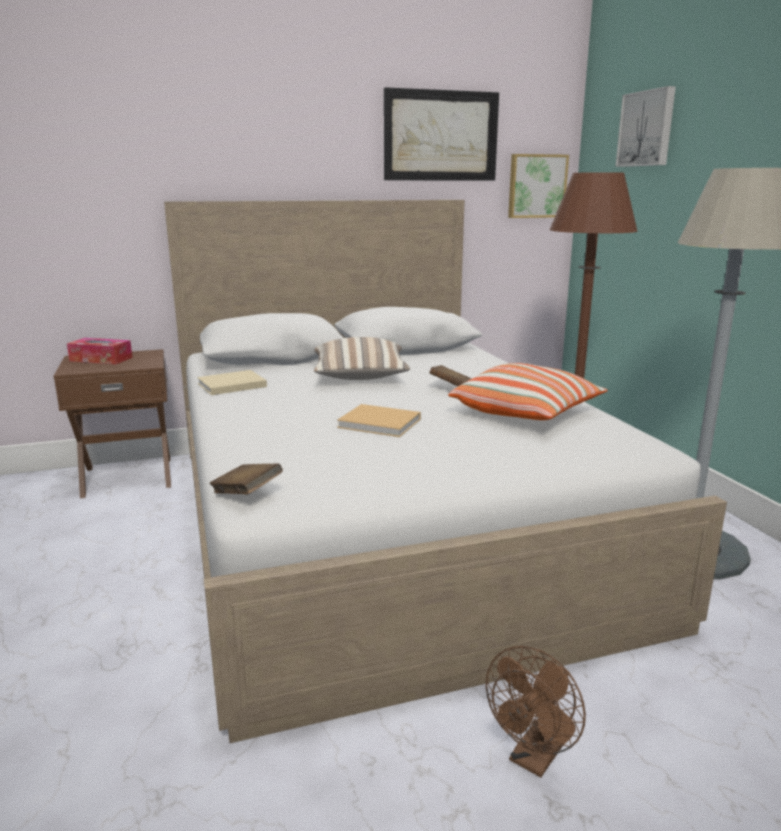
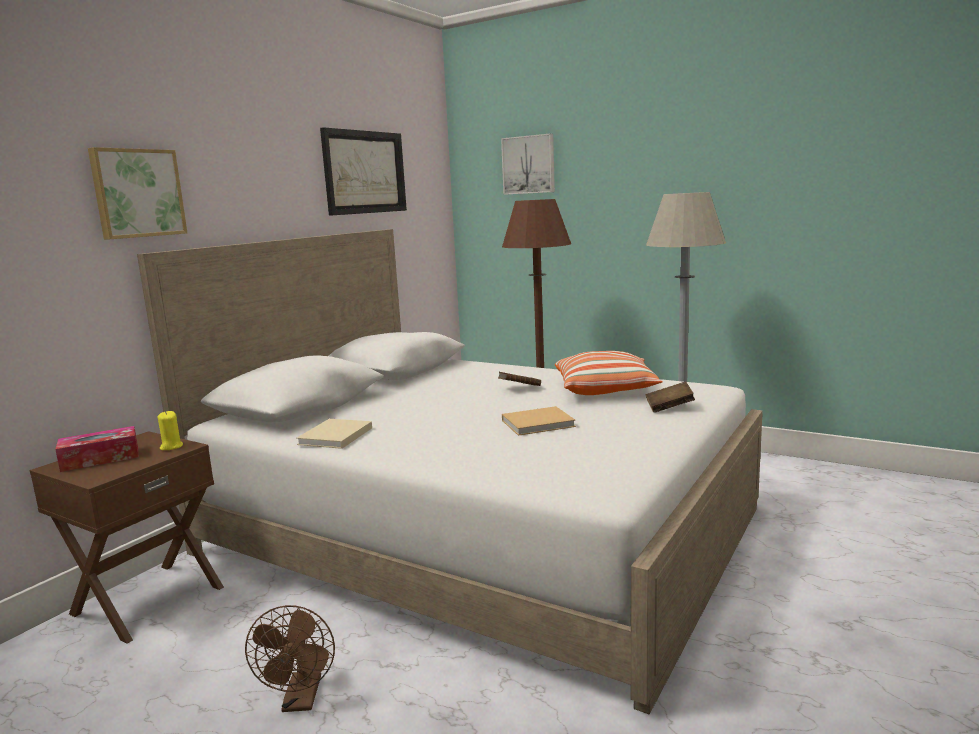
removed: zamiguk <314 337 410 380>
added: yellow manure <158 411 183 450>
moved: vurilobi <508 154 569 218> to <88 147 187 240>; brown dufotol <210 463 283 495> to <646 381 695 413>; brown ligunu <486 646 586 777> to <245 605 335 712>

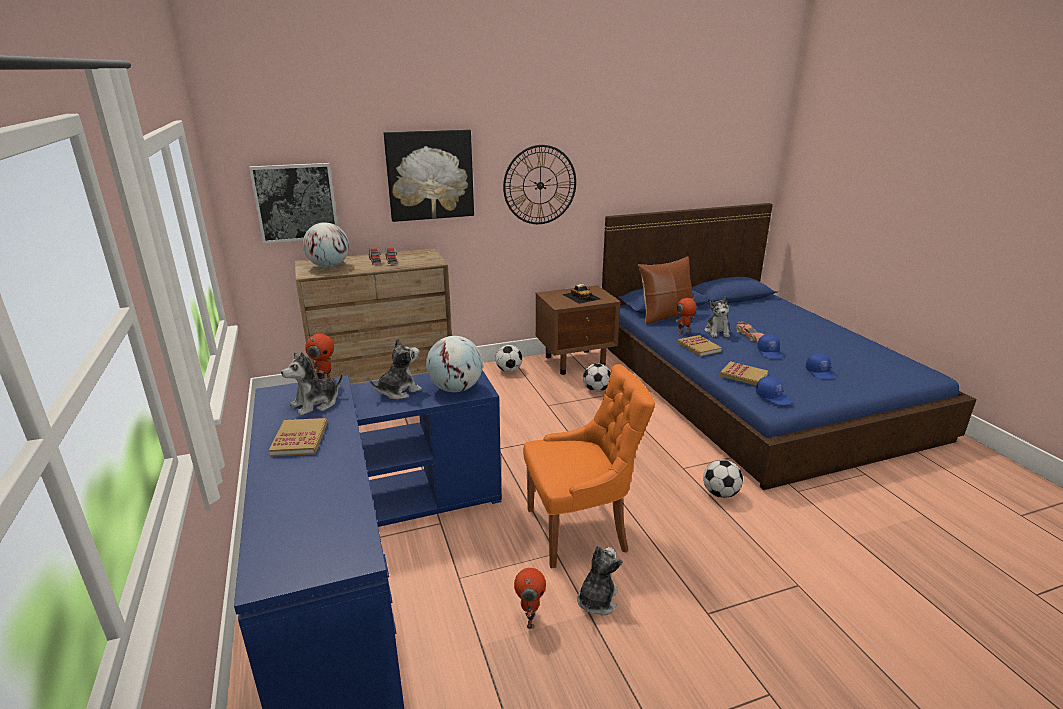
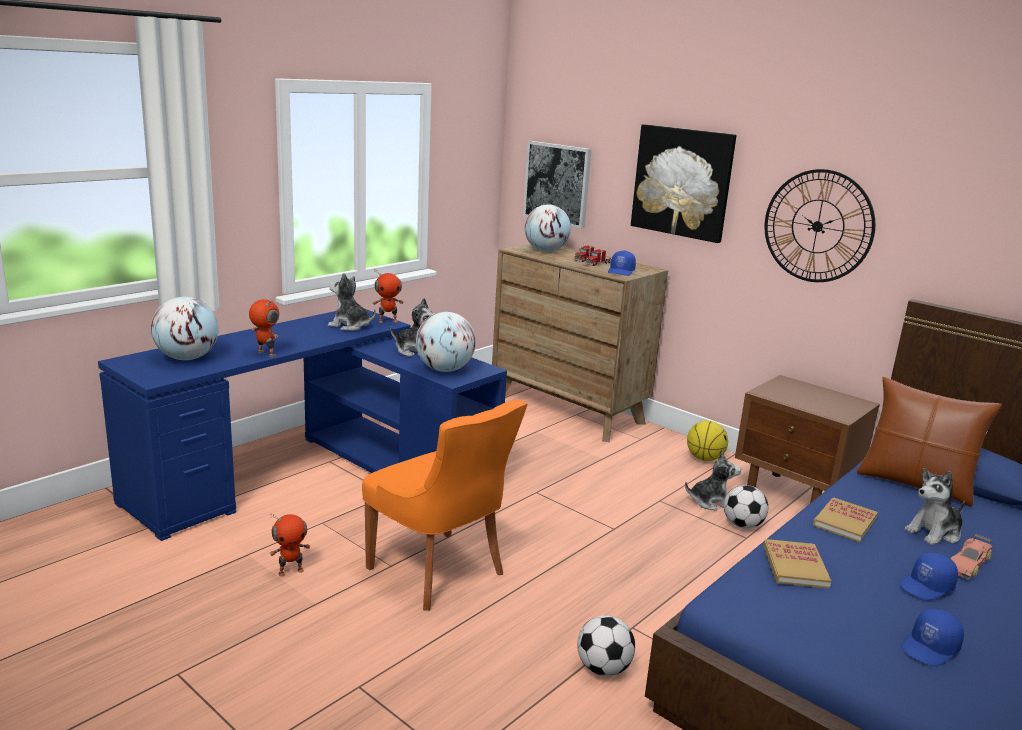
removed: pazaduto <562 284 600 304>; dufotol <269 418 327 457>
added: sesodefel <151 297 219 360>
moved: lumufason <676 295 696 334> to <249 299 279 357>; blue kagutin <756 376 792 405> to <608 250 636 276>; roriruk <577 546 622 616> to <685 451 741 511>
replaced: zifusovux <495 345 522 372> to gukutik <687 421 728 461>

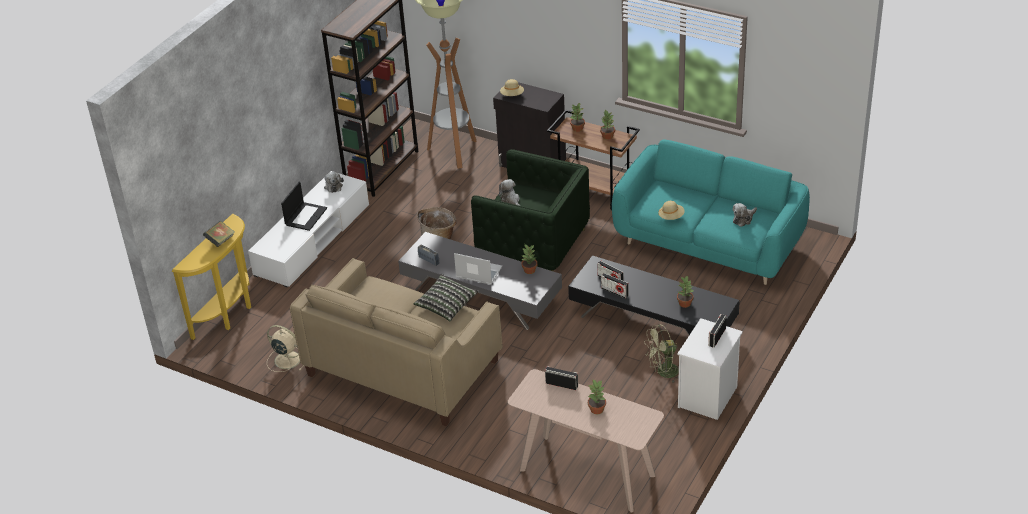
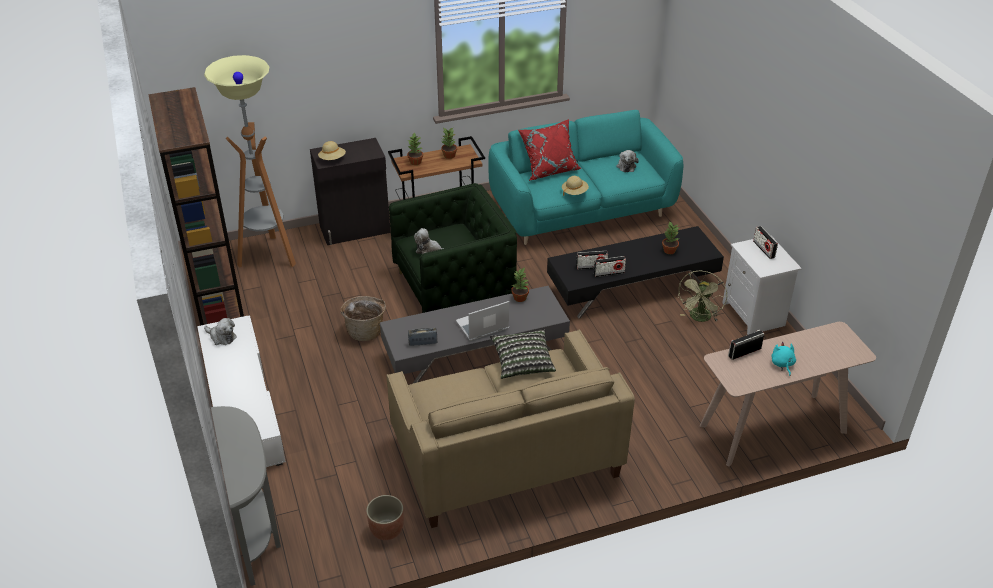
removed: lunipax <281 182 327 231>; dufotol <203 221 235 247>; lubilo <588 380 606 414>
added: red zamiguk <518 119 581 181>; turquoise roriruk <772 342 796 376>
replaced: beige ligunu <267 325 304 372> to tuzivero <366 495 404 540>
recoloured: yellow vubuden <172 213 251 340> to grey vubuden <211 406 281 586>

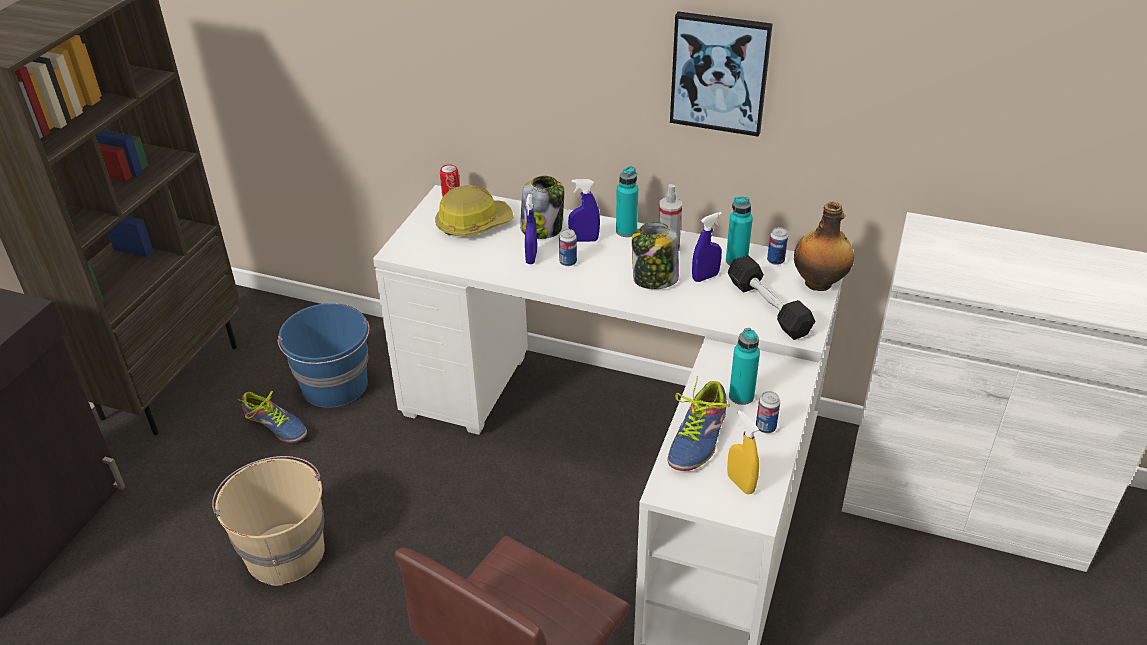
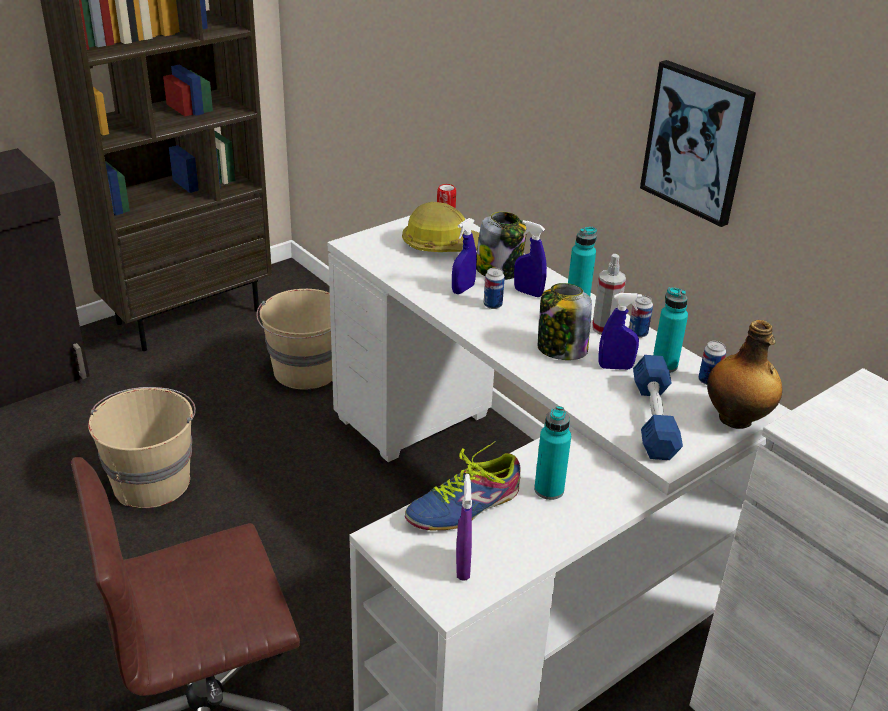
removed: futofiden <237 390 307 443>
moved: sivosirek <756 391 780 433> to <629 295 653 338>
recoloured: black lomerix <728 255 815 340> to blue lomerix <633 355 683 460>; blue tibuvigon <277 303 369 408> to beige tibuvigon <256 289 333 389>; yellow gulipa <727 410 759 494> to purple gulipa <456 474 472 581>

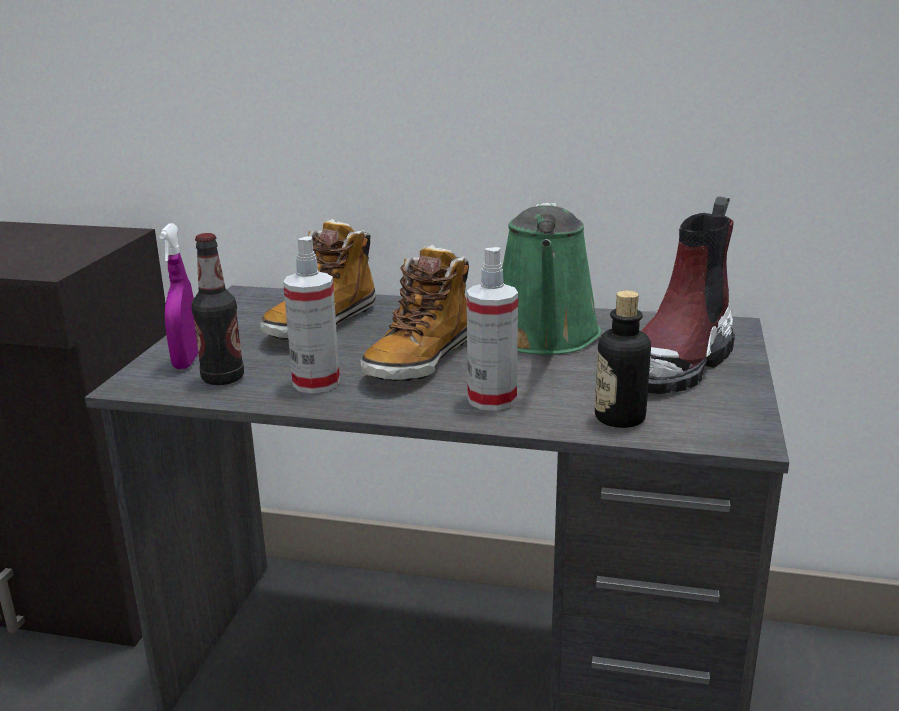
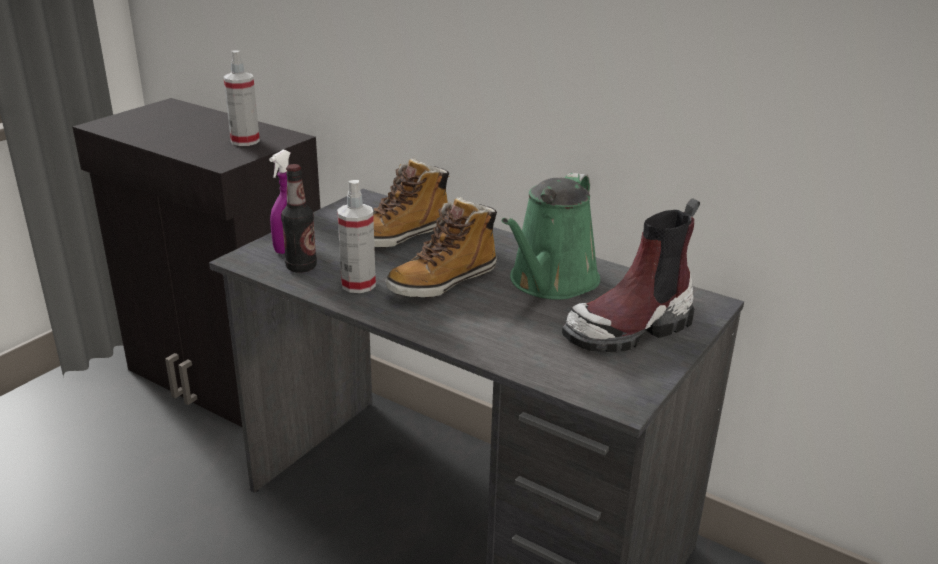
removed: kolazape <595 290 651 428>
moved: gulipa <467 247 518 411> to <223 51 260 146>

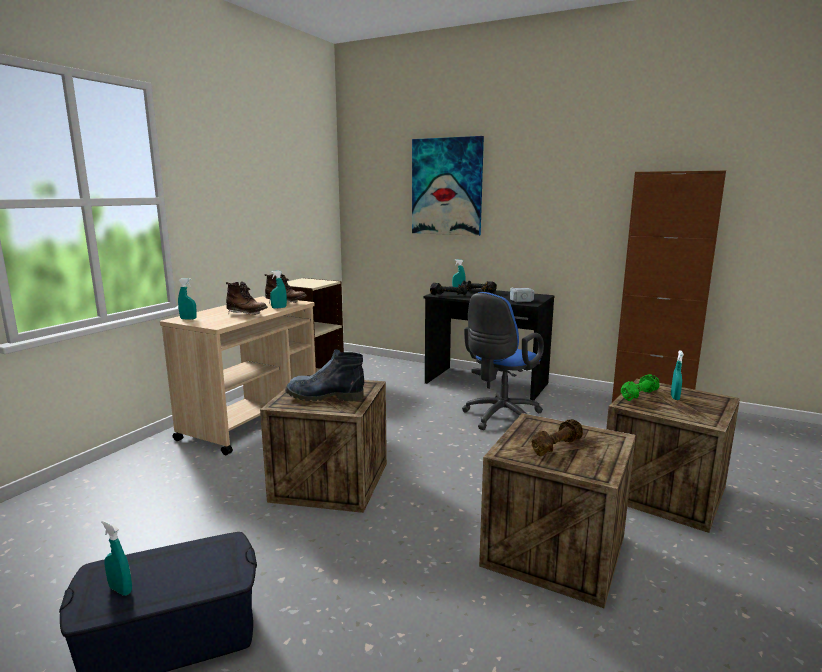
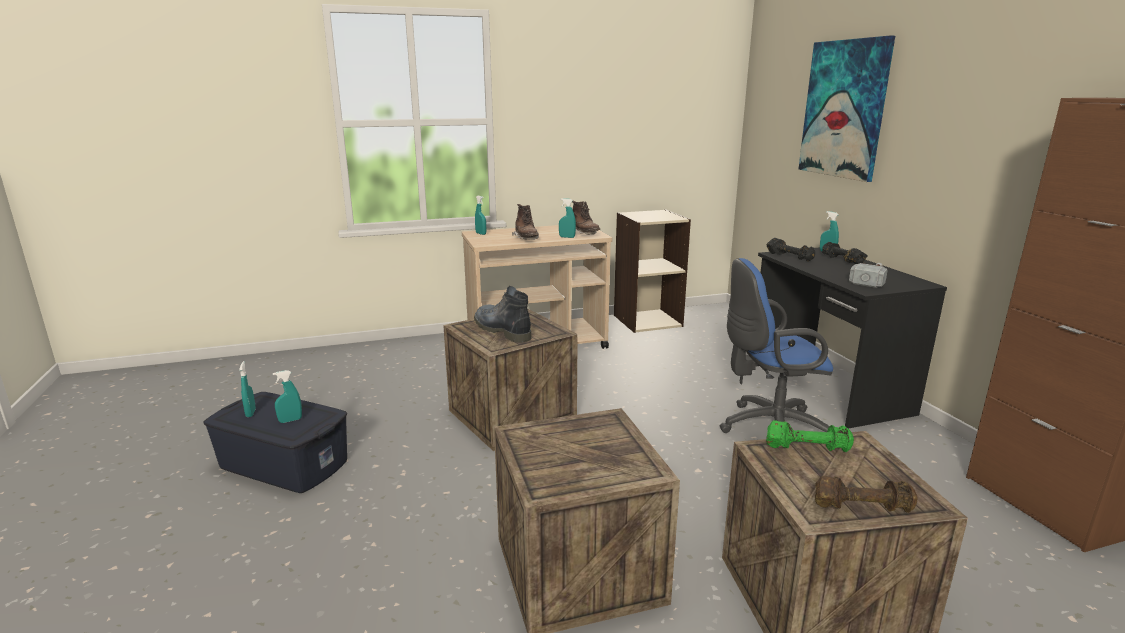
moved: turquoise gulipa <671 350 684 400> to <273 370 302 423>; brown lomerix <531 419 583 456> to <815 476 918 513>

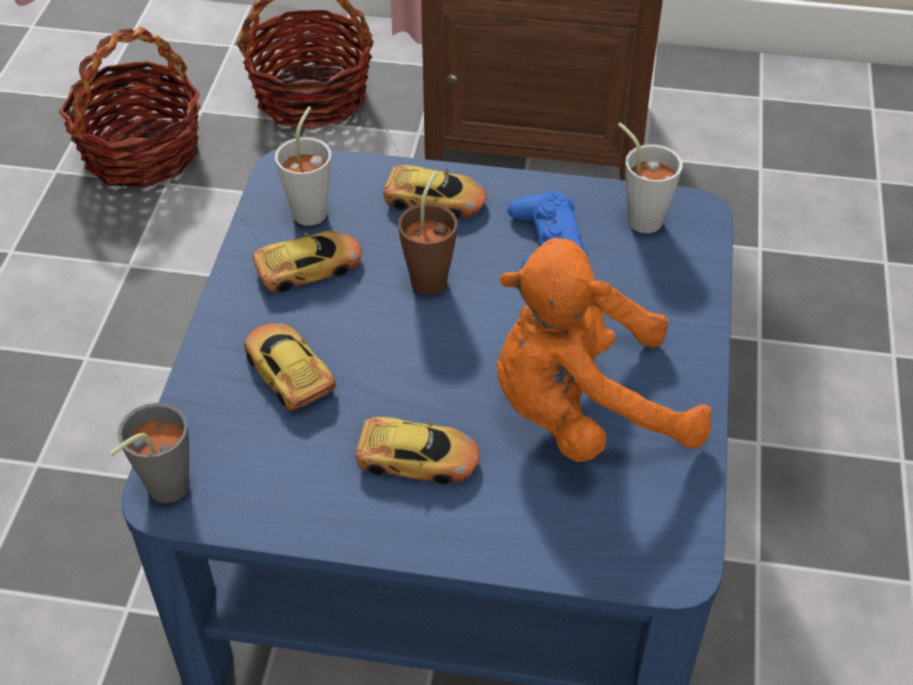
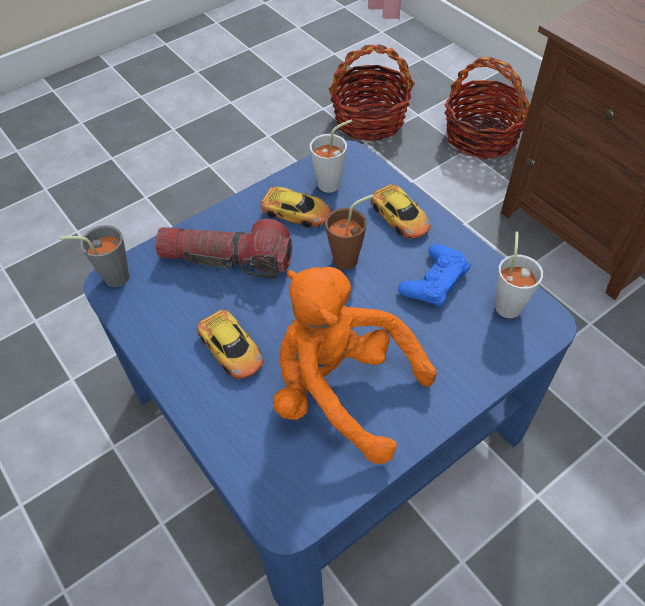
replaced: pazaduto <244 323 336 410> to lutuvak <155 219 292 279>

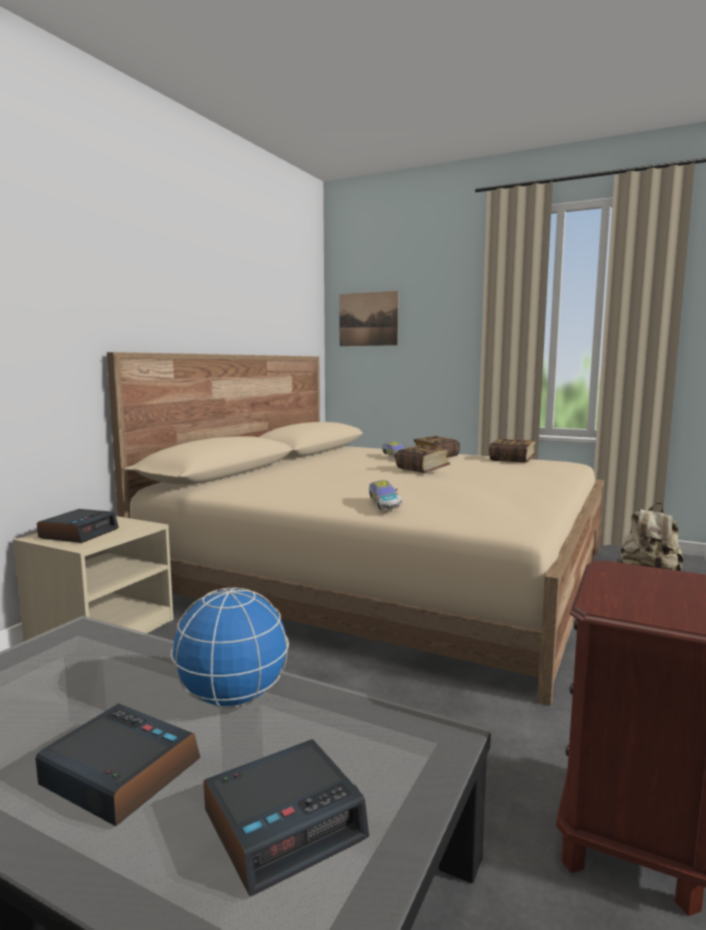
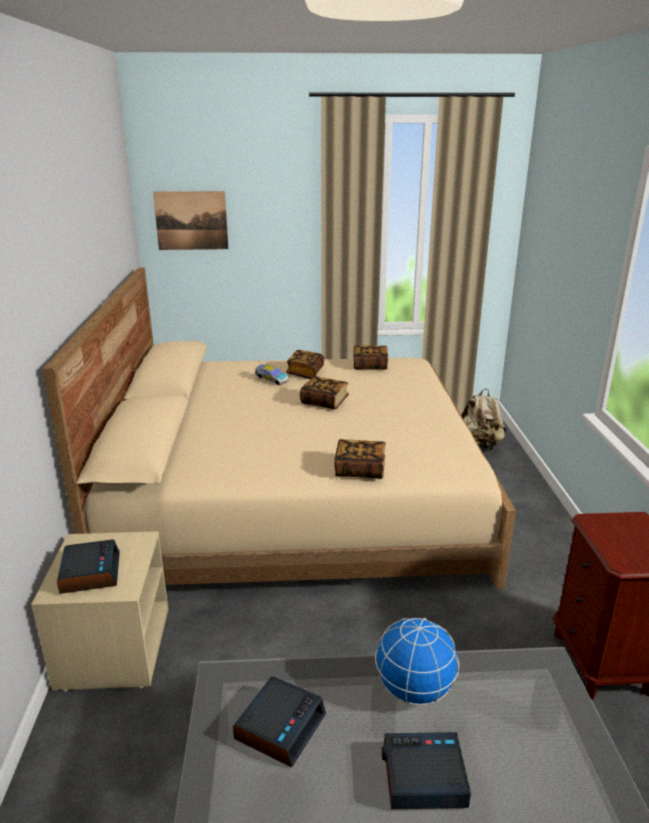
moved: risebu <203 739 369 896> to <233 676 326 768>
replaced: pazaduto <369 480 402 510> to dufotol <334 439 386 479>

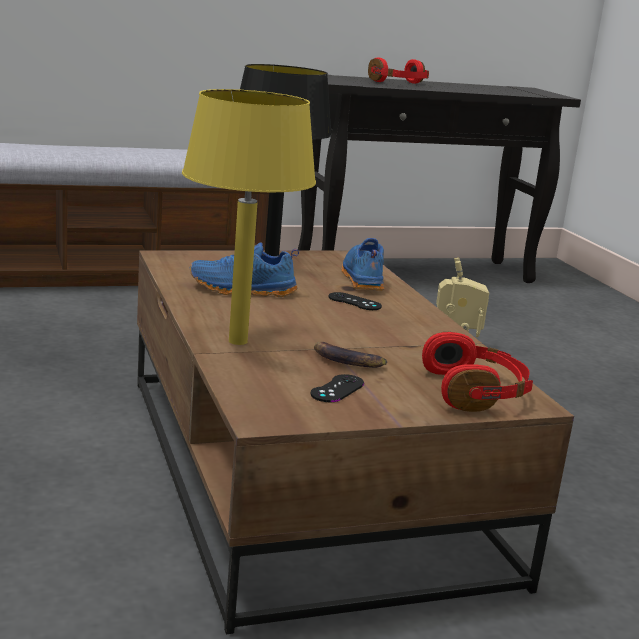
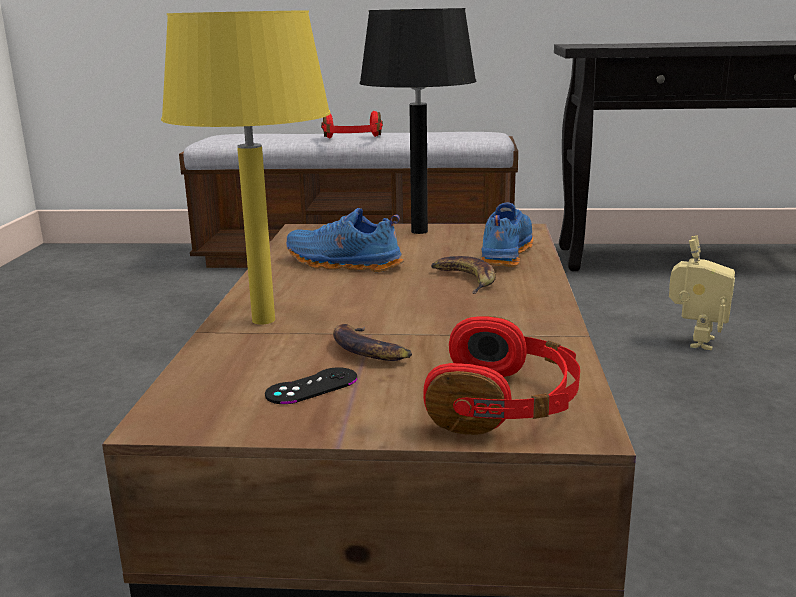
moved: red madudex <368 57 429 84> to <321 111 383 138>
replaced: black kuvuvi <328 292 382 310> to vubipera <431 256 496 294>

